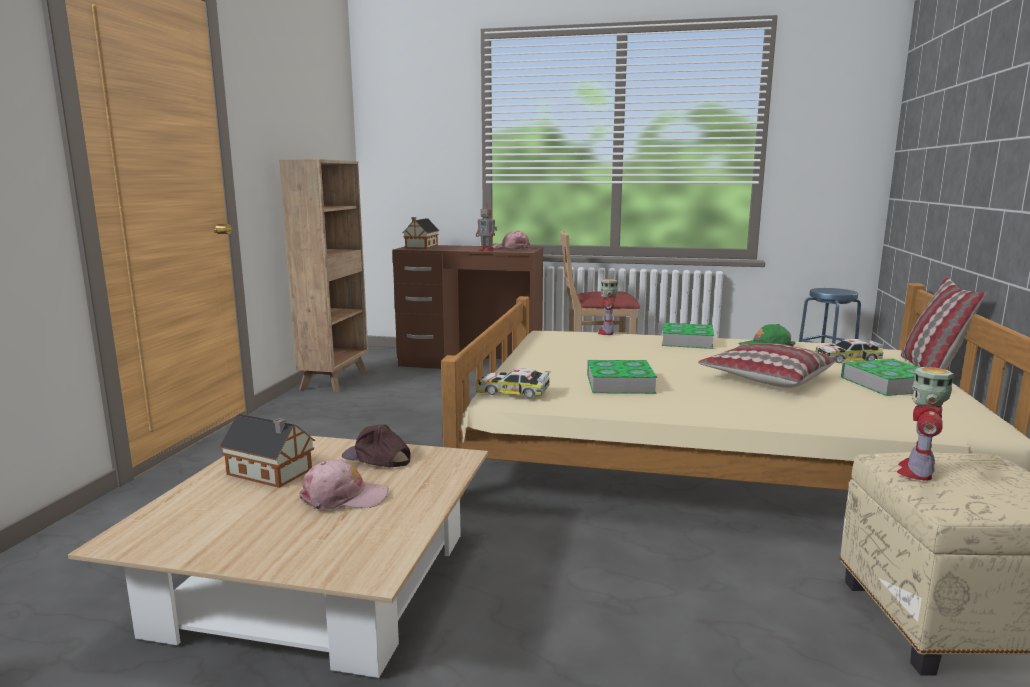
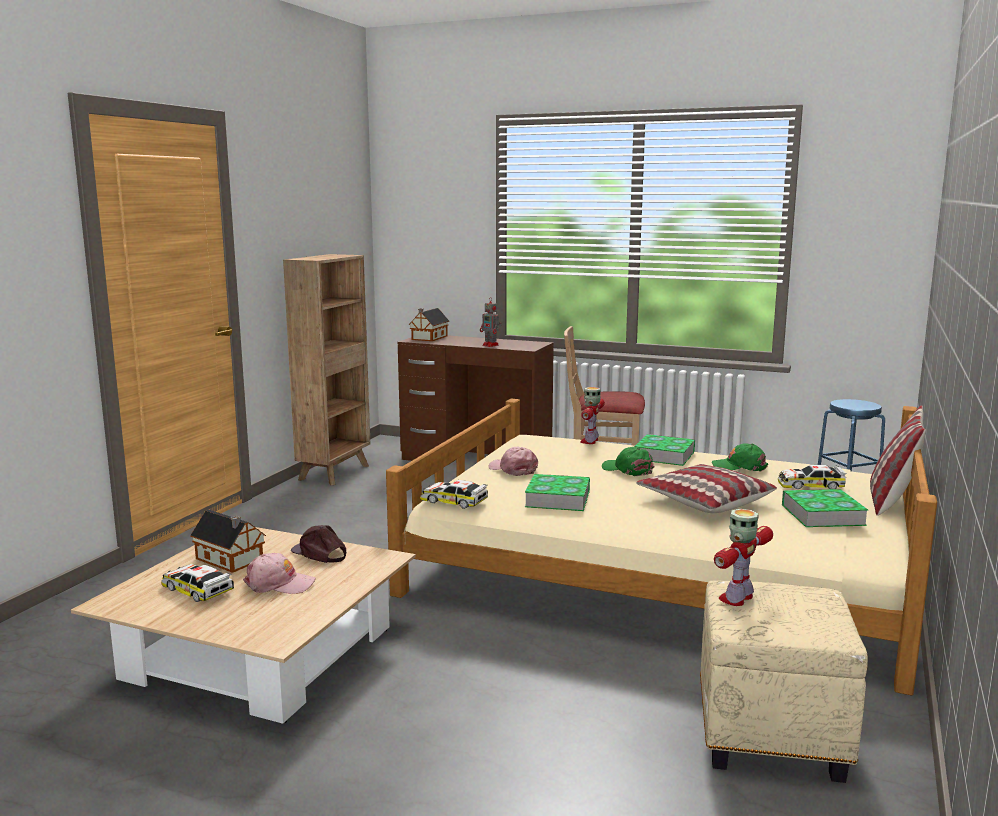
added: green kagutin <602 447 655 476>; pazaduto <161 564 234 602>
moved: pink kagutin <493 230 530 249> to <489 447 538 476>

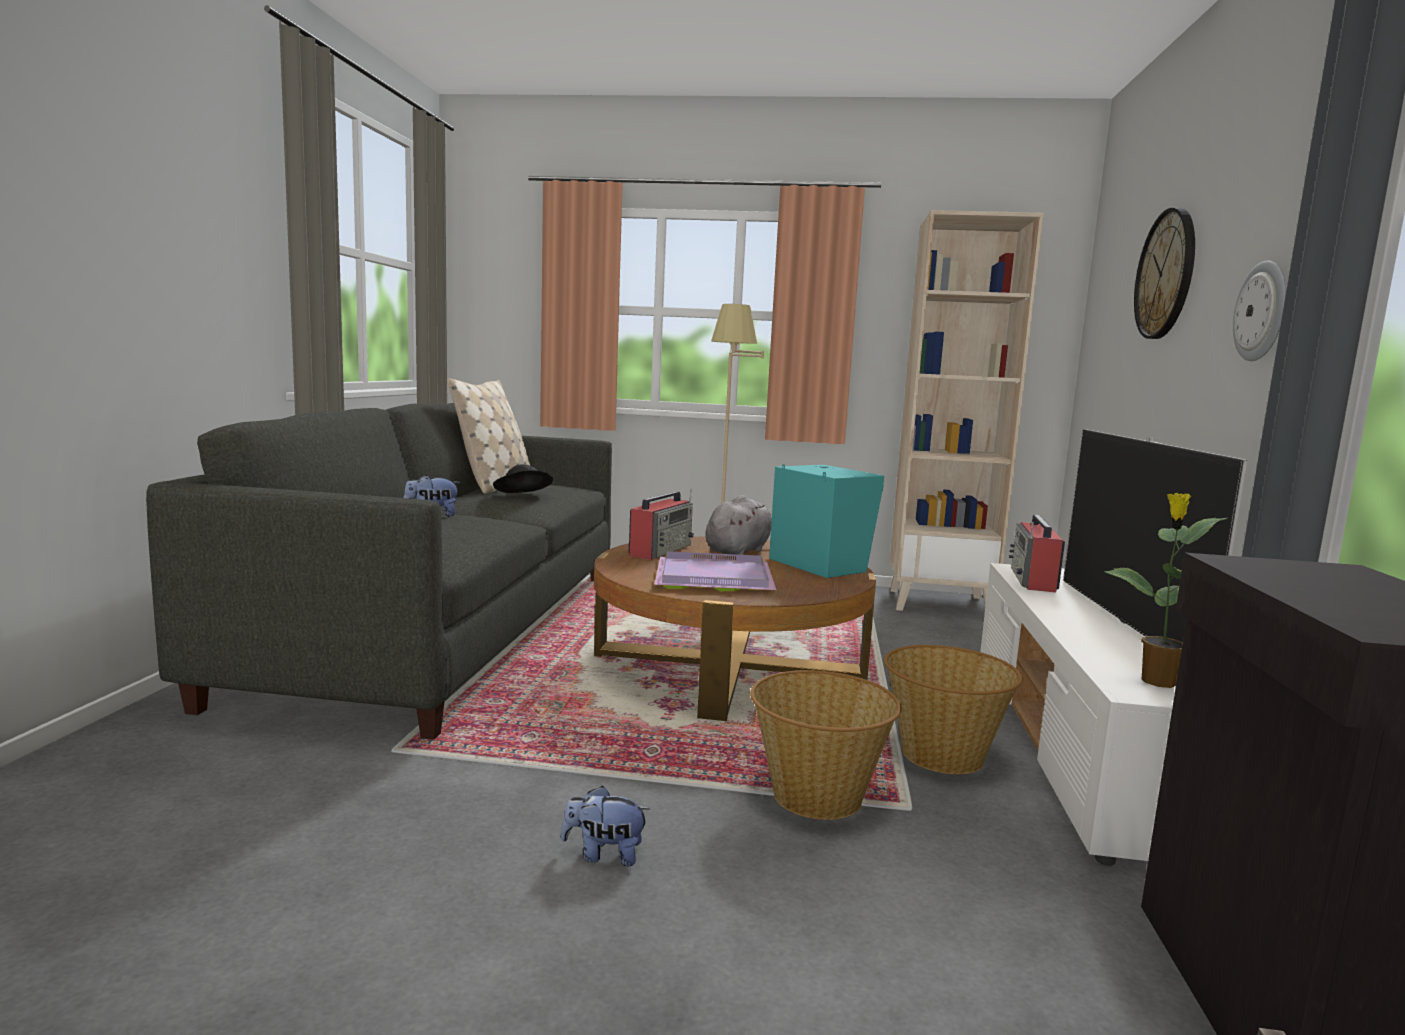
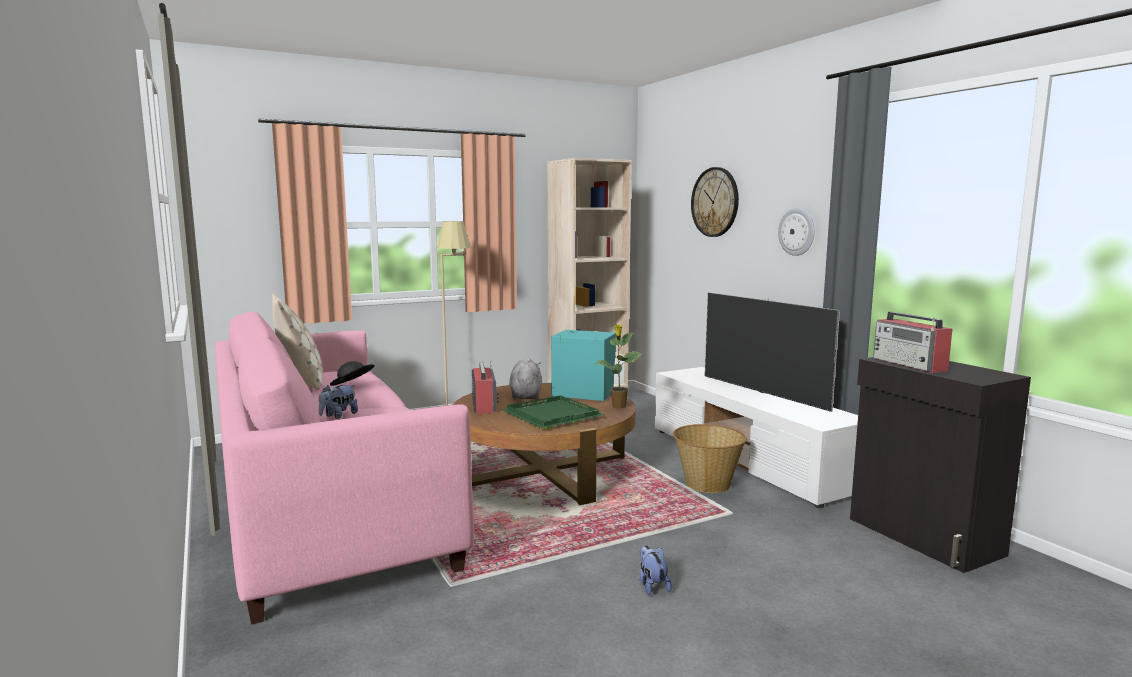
removed: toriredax <750 670 902 820>
moved: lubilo <1104 493 1227 688> to <595 324 643 409>; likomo <1009 514 1065 592> to <873 312 952 373>
recoloured: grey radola <146 403 612 740> to pink radola <215 312 474 625>; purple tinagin <654 551 776 591> to green tinagin <503 395 604 429>
turned: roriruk <561 786 650 866> = <639 545 672 595> 105 degrees clockwise

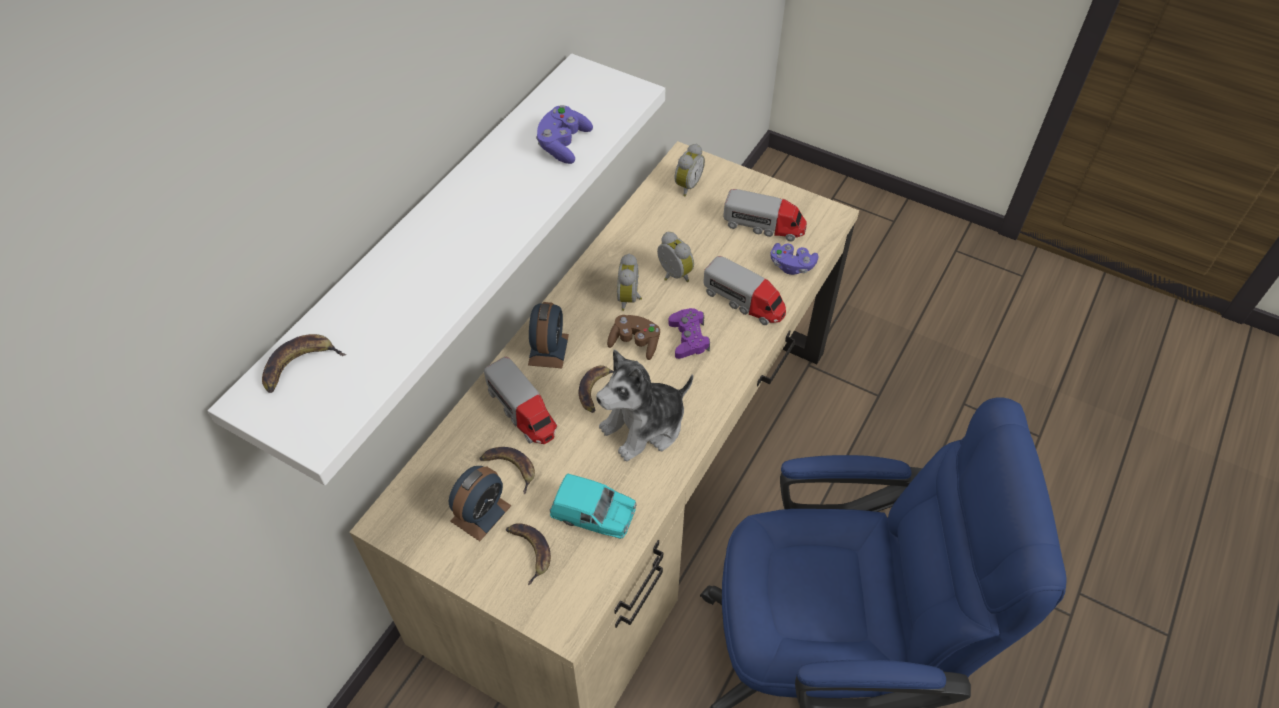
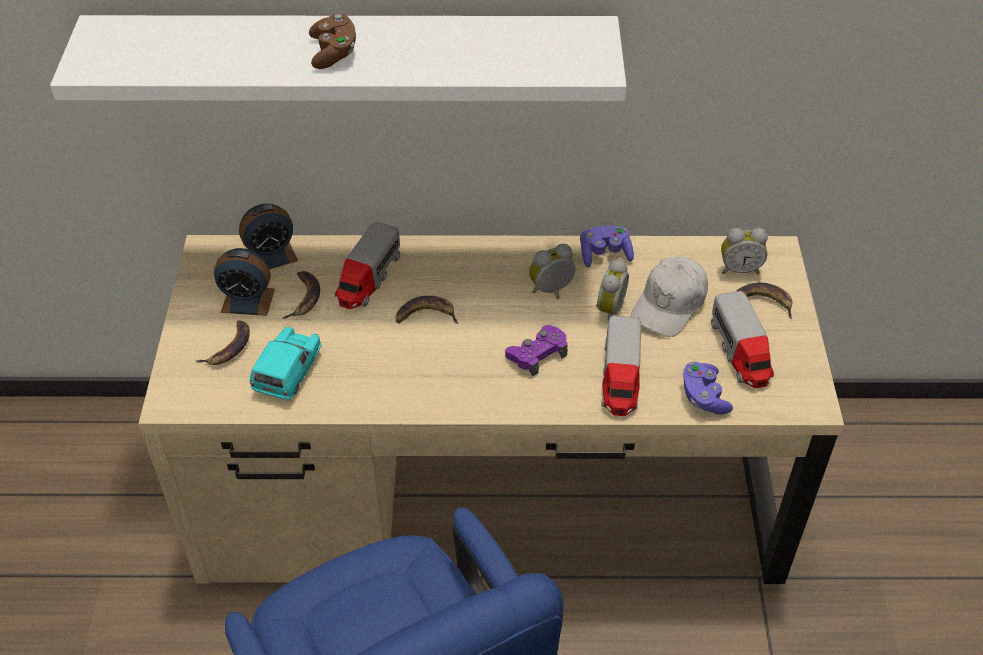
removed: roriruk <596 350 693 462>
added: white kagutin <631 257 708 337>
moved: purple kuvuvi <536 105 593 164> to <580 226 634 267>; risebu <528 302 569 368> to <239 204 298 269>; brown kuvuvi <607 315 660 360> to <309 13 356 69>; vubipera <262 334 346 393> to <737 283 792 319>
turned: turquoise pazaduto <550 474 637 539> = <250 327 322 400> 150 degrees counterclockwise

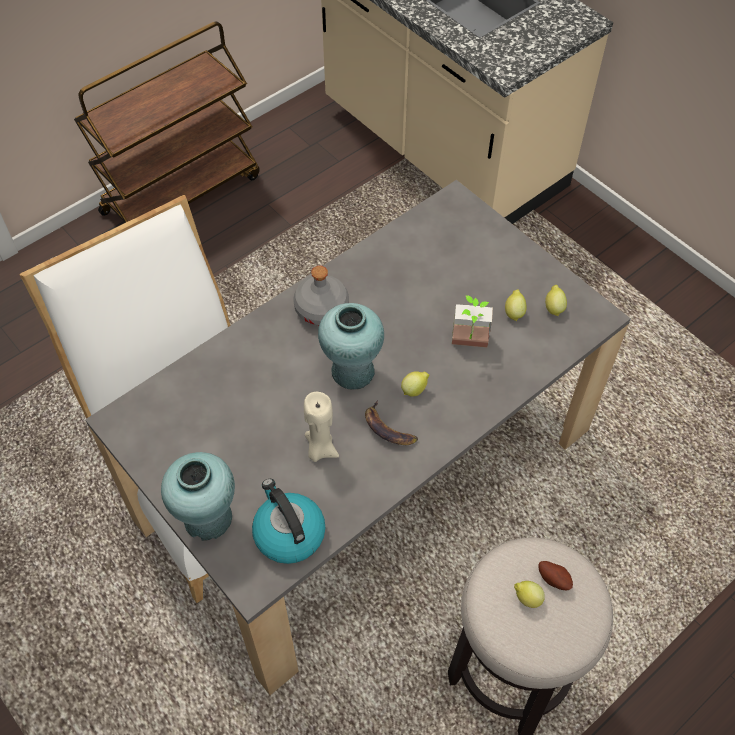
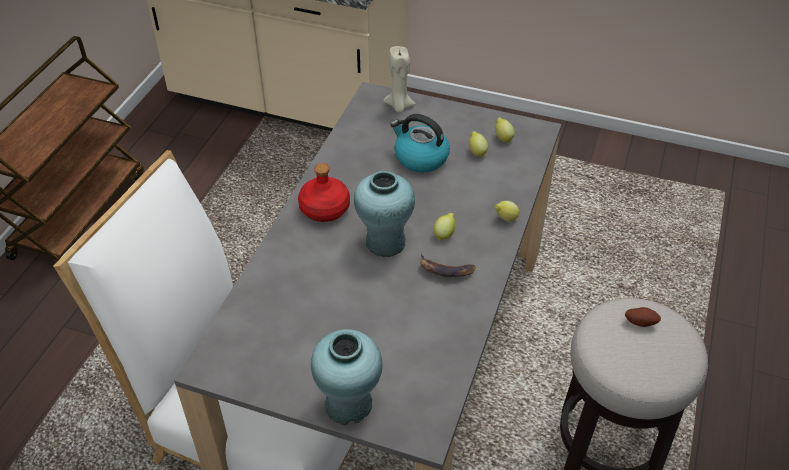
removed: lubilo <452 295 493 347>
moved: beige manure <304 392 339 462> to <383 46 416 112>; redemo <252 479 325 564> to <390 114 450 172>; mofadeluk <514 581 545 608> to <494 201 519 221>
recoloured: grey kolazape <293 266 349 325> to red kolazape <298 163 350 222>

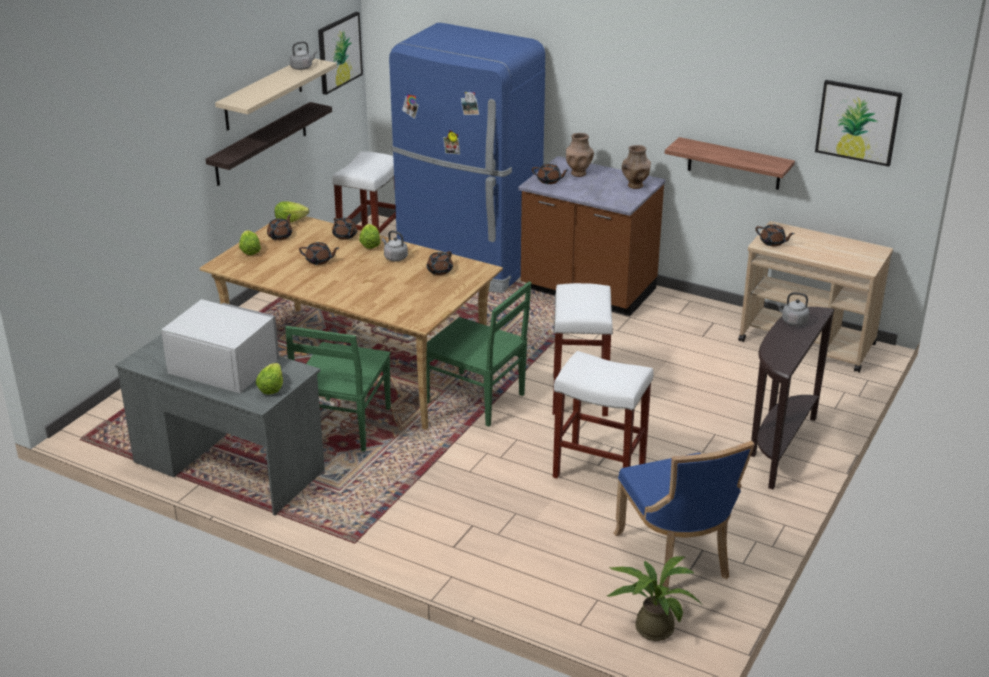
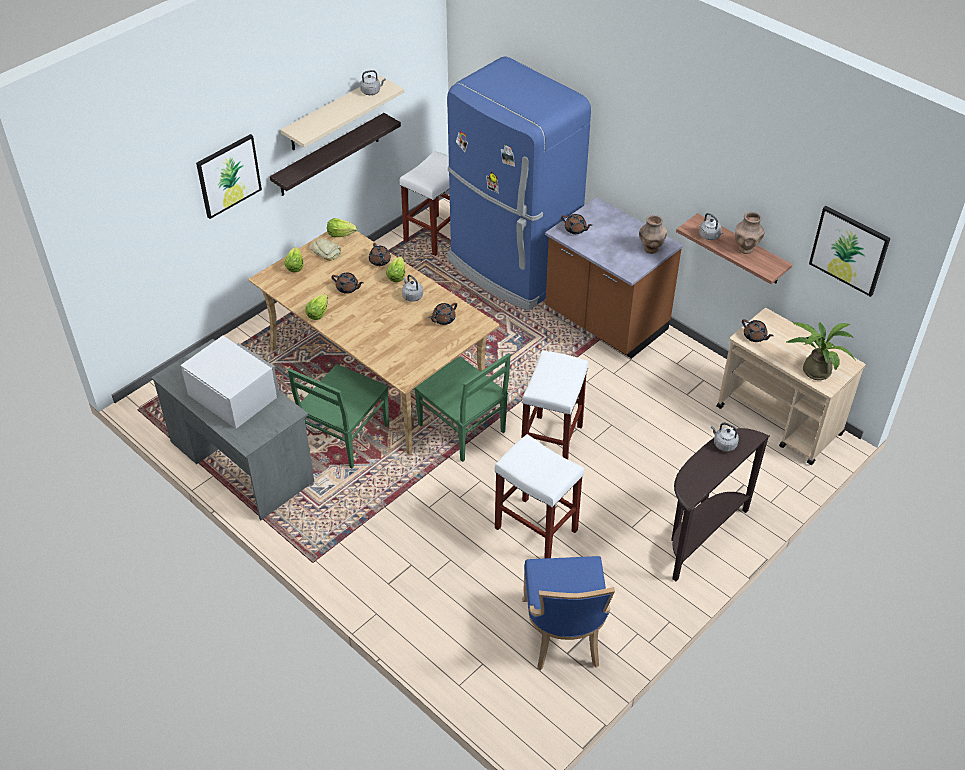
added: grey redemo <699 213 723 240>
moved: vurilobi <318 12 363 95> to <196 134 262 219>; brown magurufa <566 133 594 177> to <735 212 764 254>; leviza <256 363 283 395> to <305 294 328 320>; lubilo <607 556 702 641> to <787 322 856 380>
replaced: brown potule <267 214 292 240> to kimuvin <310 238 341 261>

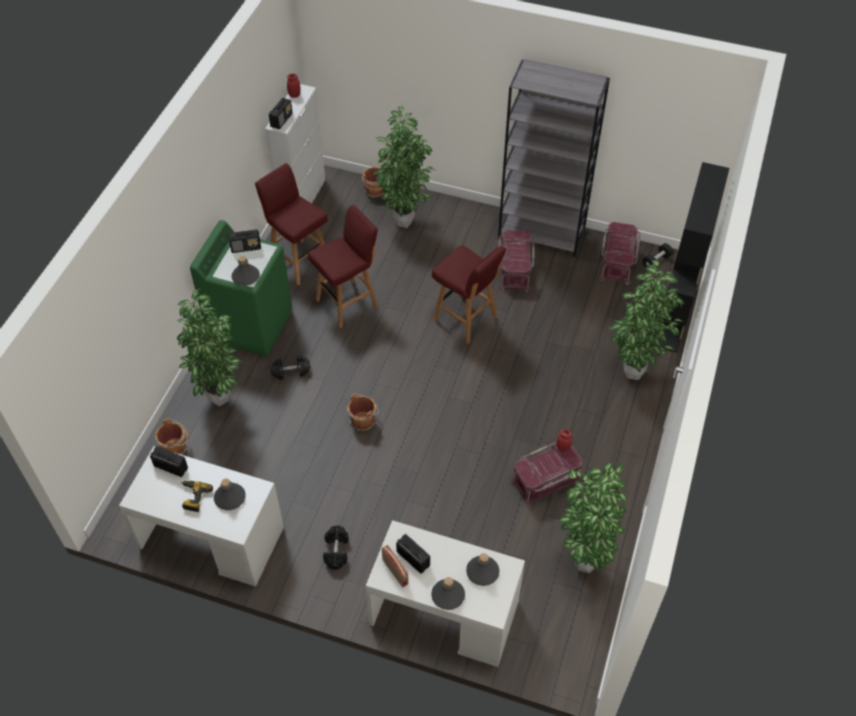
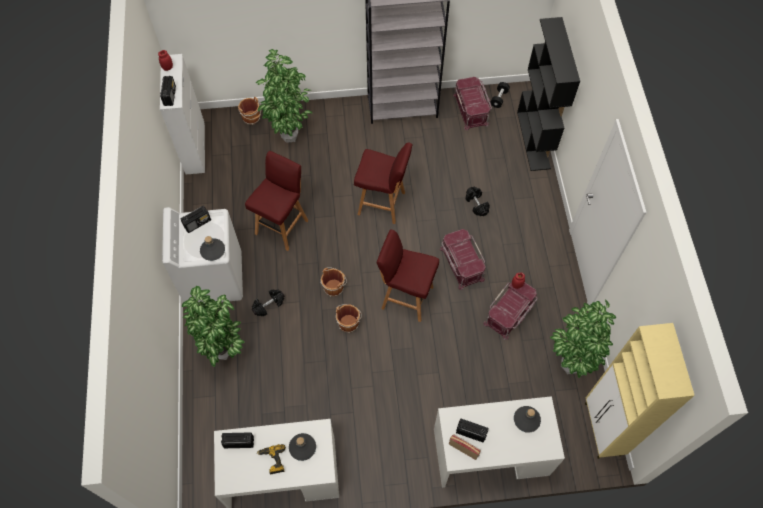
removed: lubilo <609 260 684 380>; grey kolazape <431 577 465 610>
added: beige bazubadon <585 323 695 459>
moved: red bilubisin <255 163 328 285> to <377 229 439 322>; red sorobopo <498 230 534 292> to <440 229 486 290>; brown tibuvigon <155 419 189 455> to <320 267 347 297>; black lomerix <323 526 349 570> to <466 187 490 216>
recoloured: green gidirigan <190 220 293 356> to white gidirigan <162 207 243 302>

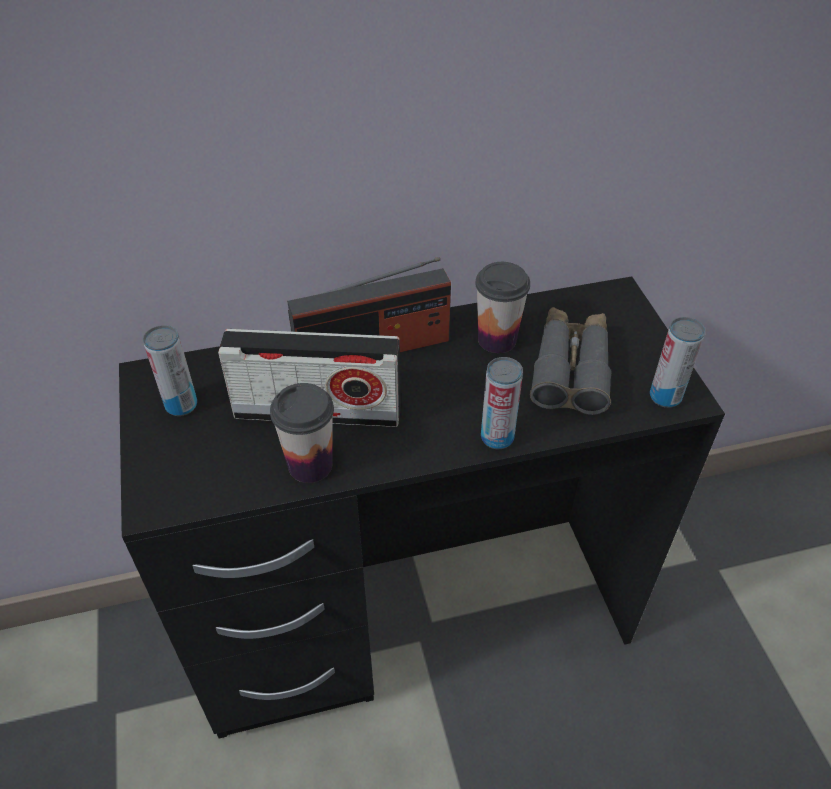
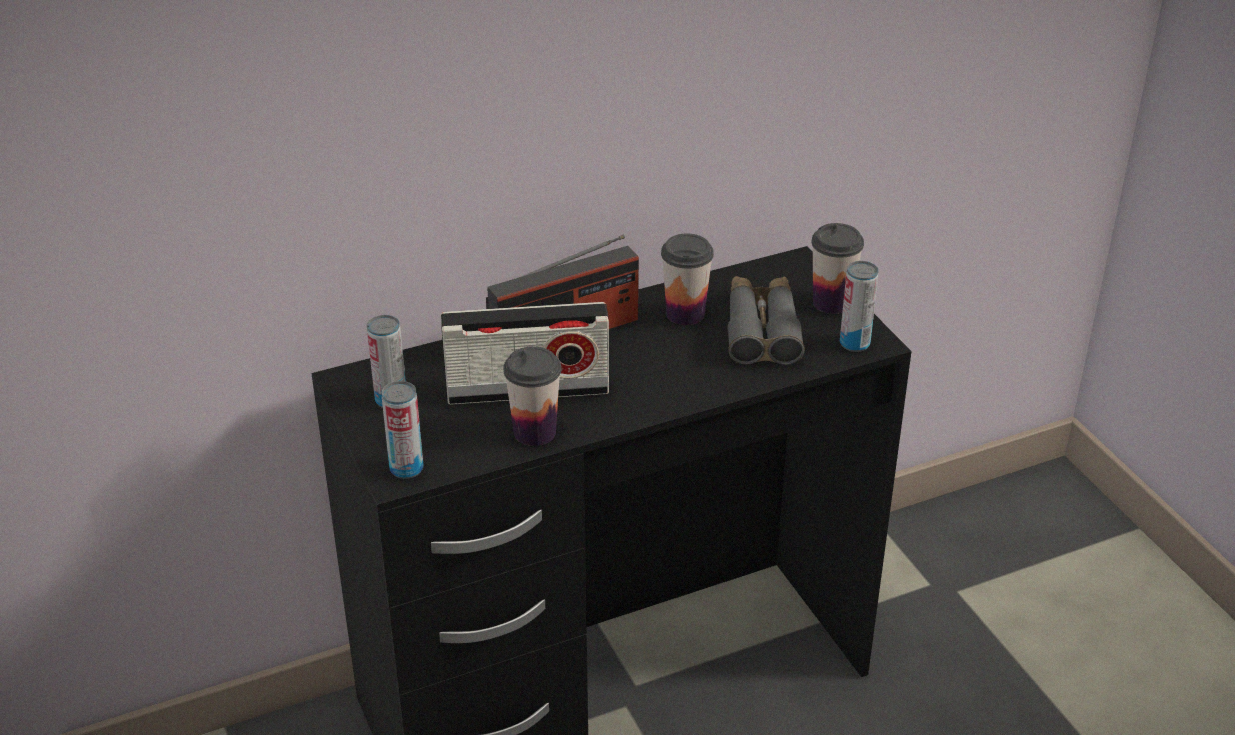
added: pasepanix <811 223 864 314>
moved: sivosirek <481 357 523 449> to <381 381 423 479>

